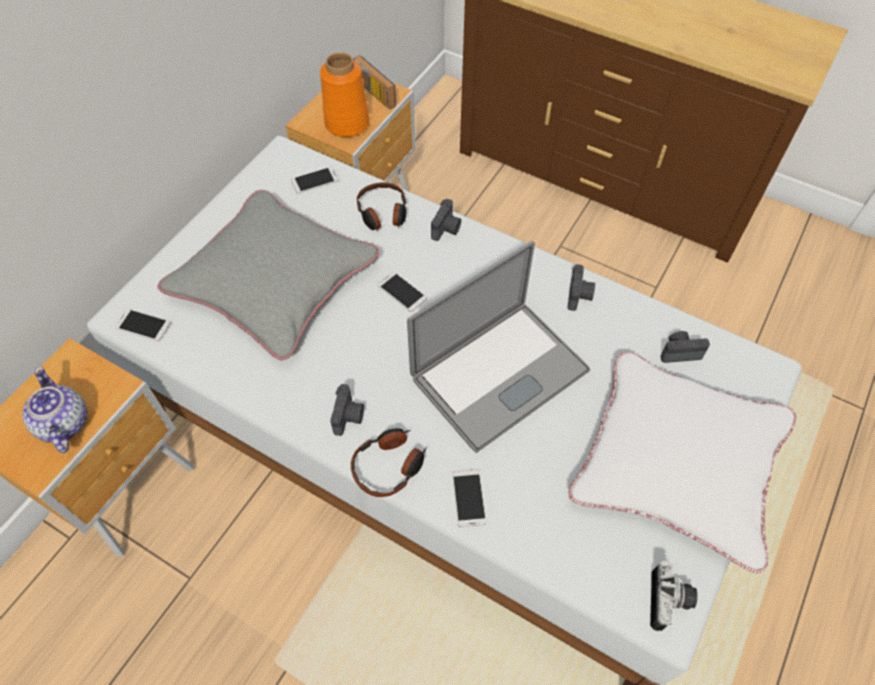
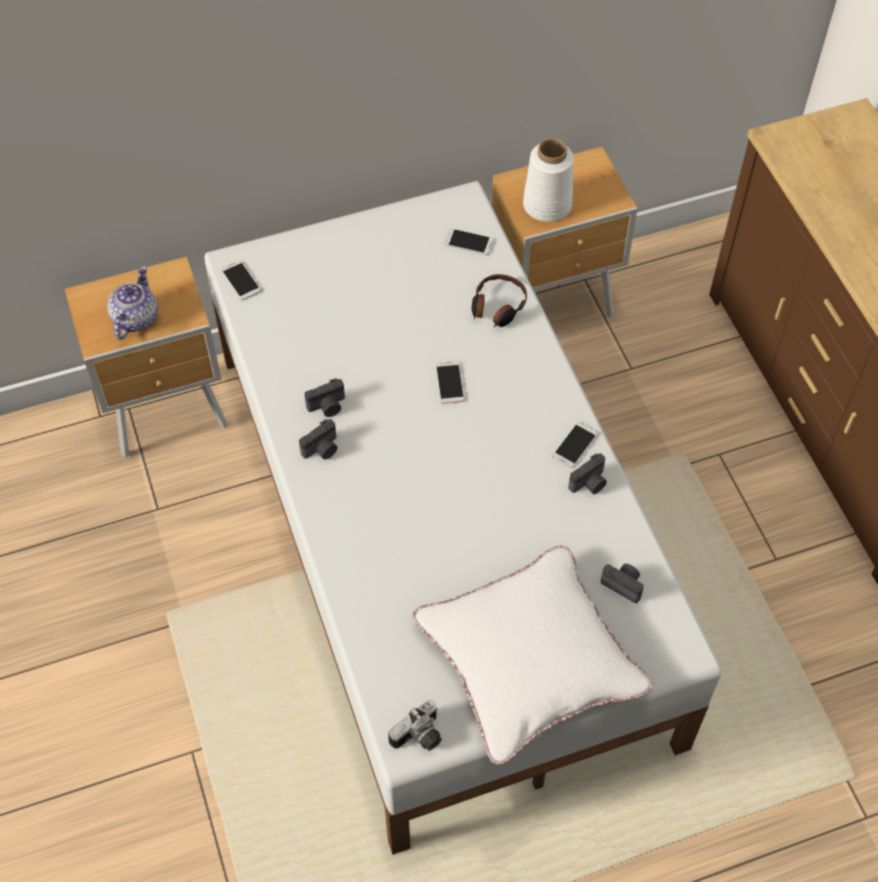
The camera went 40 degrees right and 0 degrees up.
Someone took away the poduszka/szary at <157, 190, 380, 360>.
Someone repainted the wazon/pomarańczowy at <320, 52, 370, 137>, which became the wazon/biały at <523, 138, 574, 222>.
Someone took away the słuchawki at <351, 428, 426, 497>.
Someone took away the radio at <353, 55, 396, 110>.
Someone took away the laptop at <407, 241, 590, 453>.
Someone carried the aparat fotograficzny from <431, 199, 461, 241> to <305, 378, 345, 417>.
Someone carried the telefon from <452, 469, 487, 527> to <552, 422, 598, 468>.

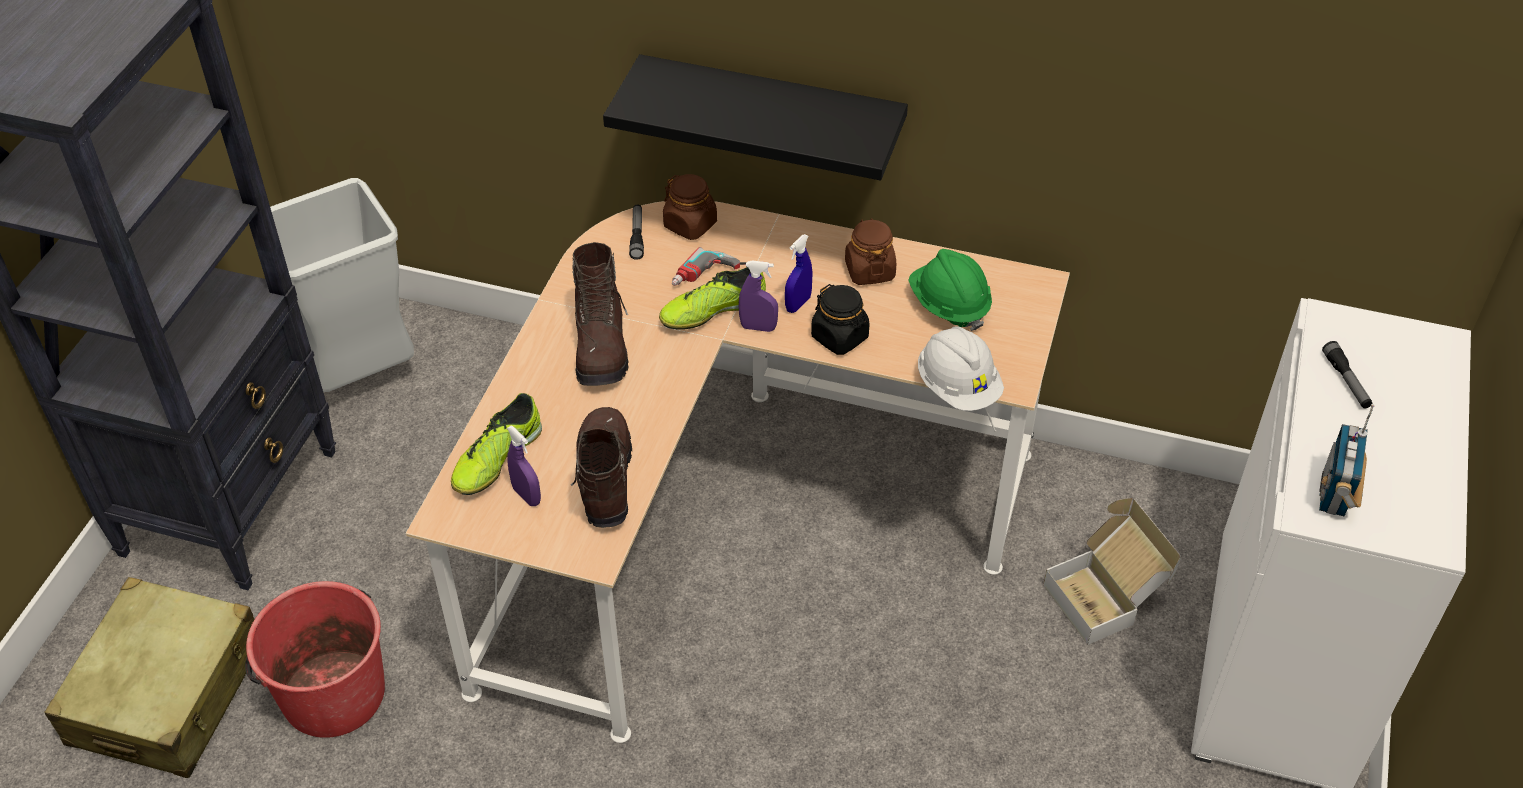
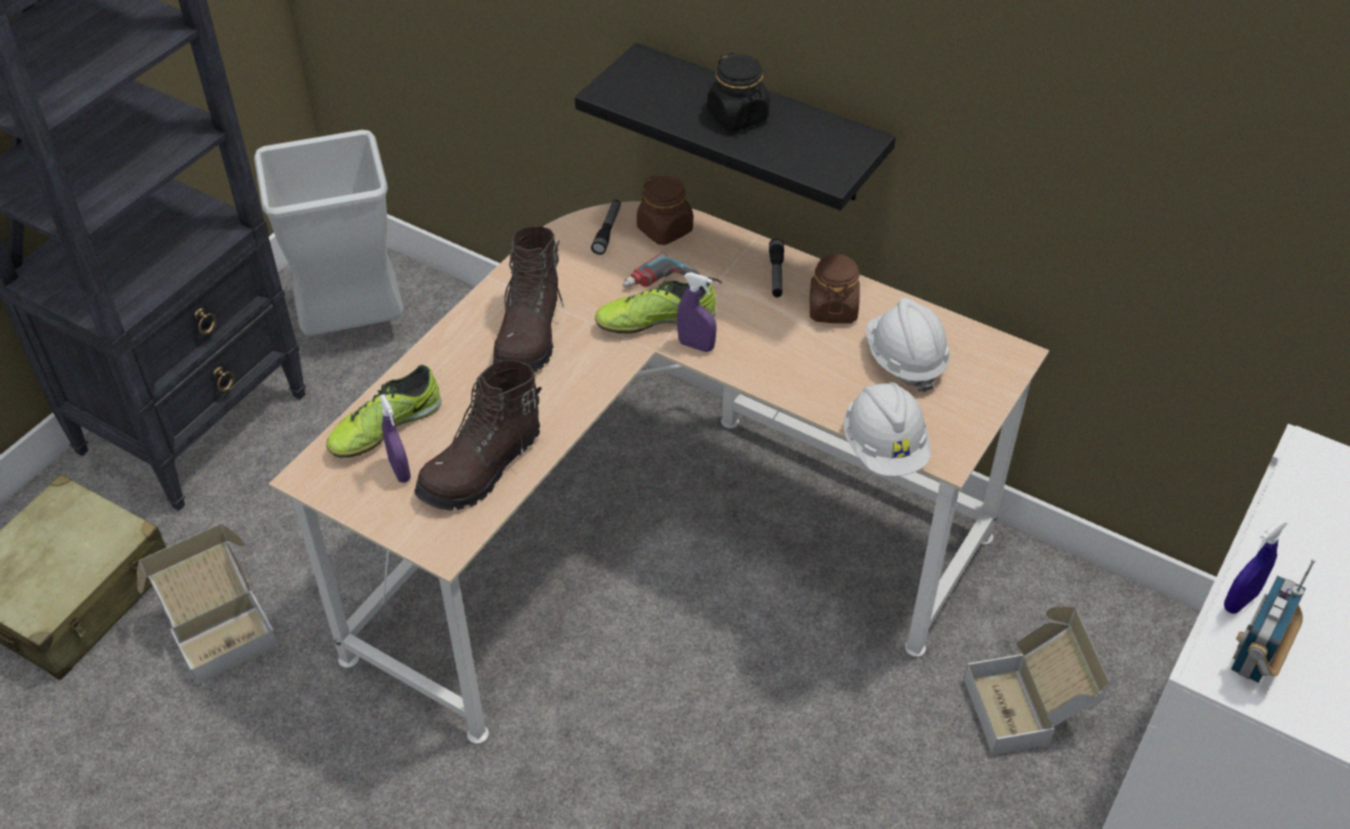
The camera went 15 degrees right and 0 degrees up.
Someone swapped the wiadro/czerwony at <245, 581, 385, 738> for the karton at <137, 523, 279, 685>.
Someone rotated the but z cholewką/brązowy at <571, 407, 632, 528> by 150 degrees counterclockwise.
Someone carried the spryskiwacz/niebieski from <785, 234, 813, 313> to <1224, 519, 1288, 614>.
Someone carried the słoik/czarny from <811, 284, 869, 355> to <707, 52, 770, 131>.
Someone repainted the kask/zielony at <908, 249, 992, 331>, which became the kask/biały at <866, 298, 950, 392>.
Someone carried the latarka from <1322, 341, 1372, 408> to <769, 239, 784, 297>.

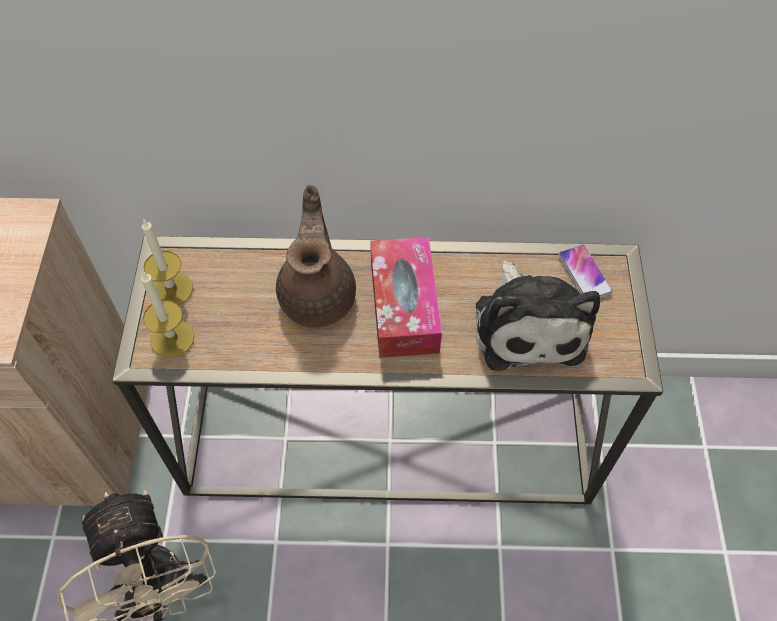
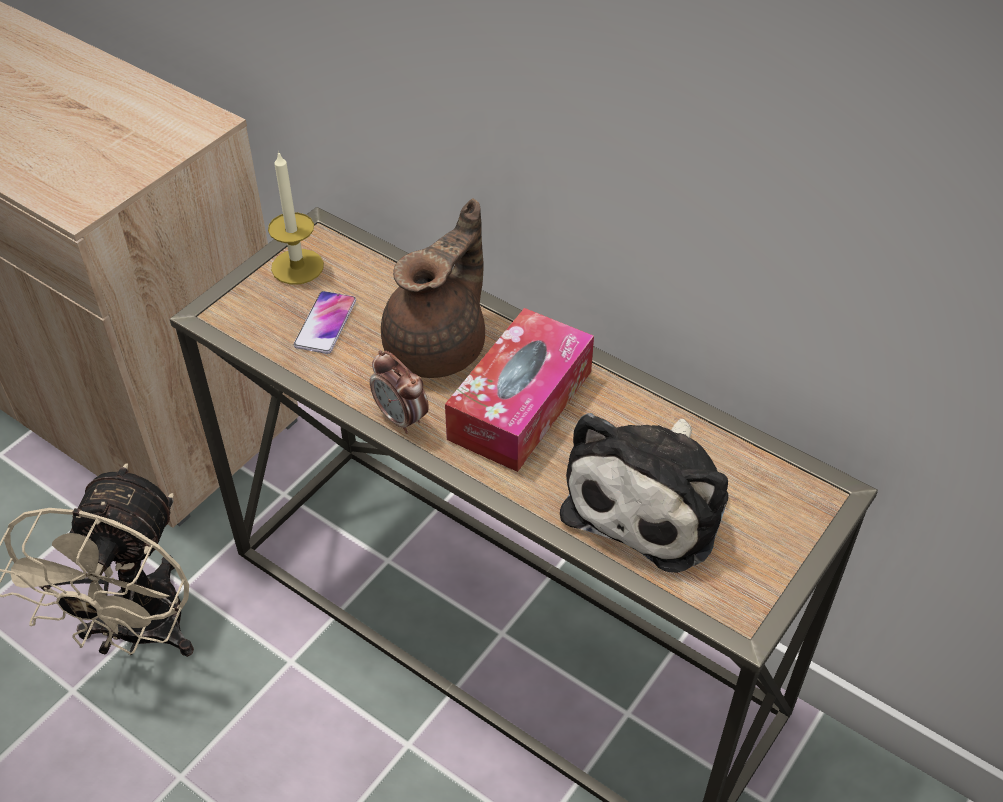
The camera went 35 degrees right and 10 degrees down.
Someone took away the świeca at <141, 271, 195, 358>.
Someone carried the telefon from <559, 245, 613, 298> to <294, 291, 356, 354>.
Someone put down the budzik at <370, 350, 429, 434>.

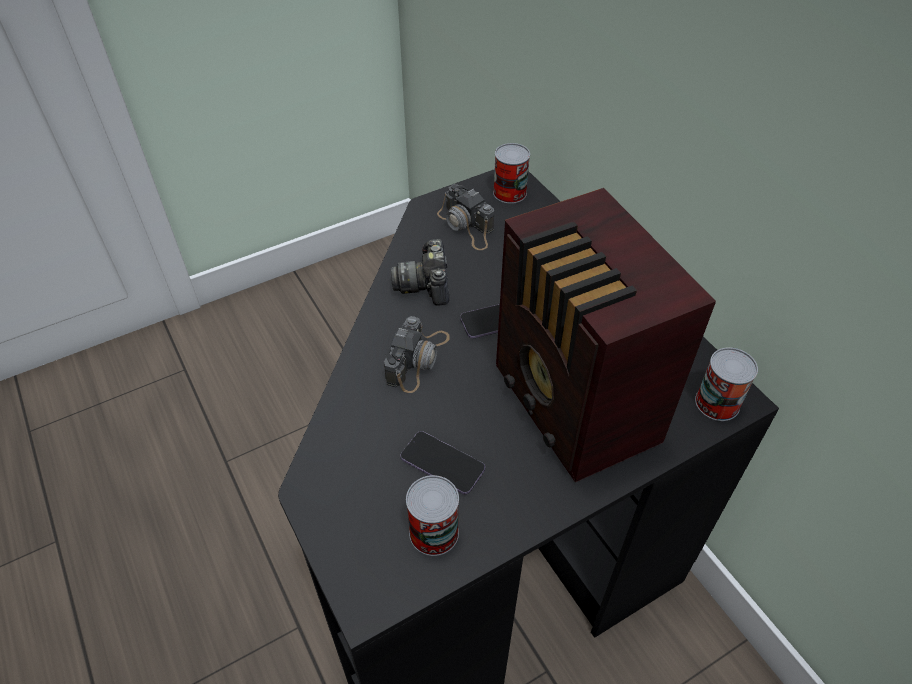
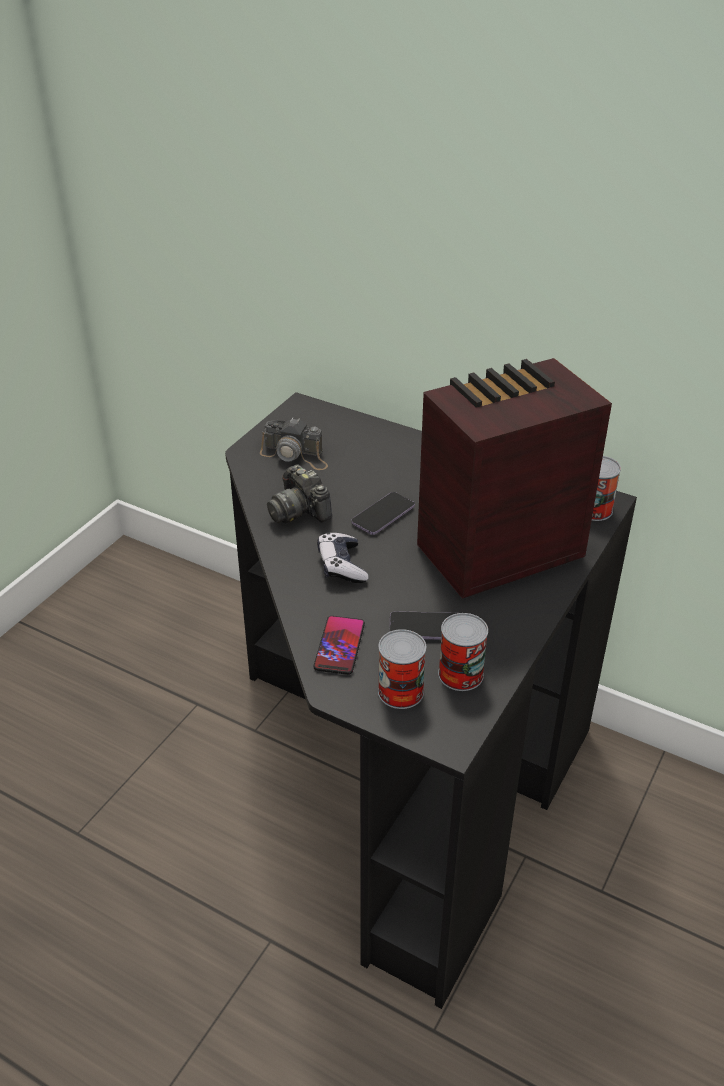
The camera went 30 degrees left and 10 degrees down.
Someone swapped the aparat fotograficzny at <384, 316, 450, 393> for the pad do gier at <317, 532, 368, 583>.
Someone carried the puszka from <493, 143, 530, 204> to <378, 629, 426, 709>.
Someone rotated the radio at <496, 188, 716, 482> by 120 degrees clockwise.
Someone put down the telefon at <314, 616, 365, 675>.

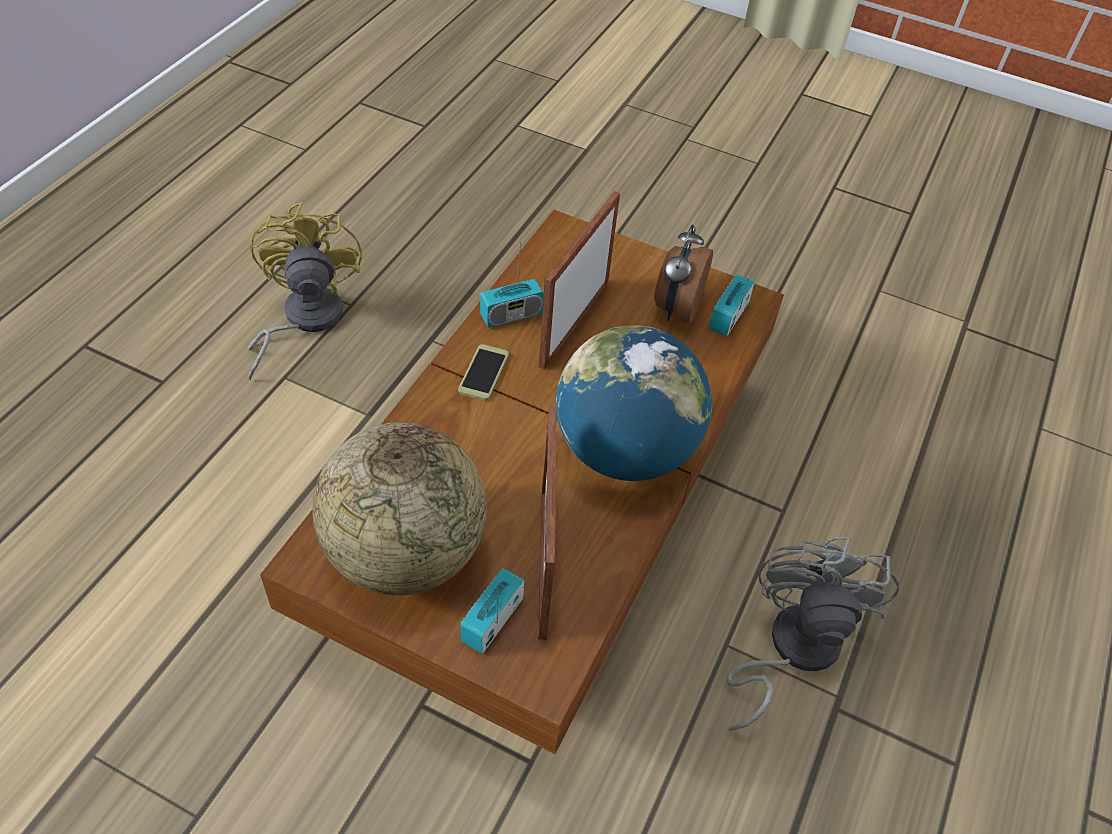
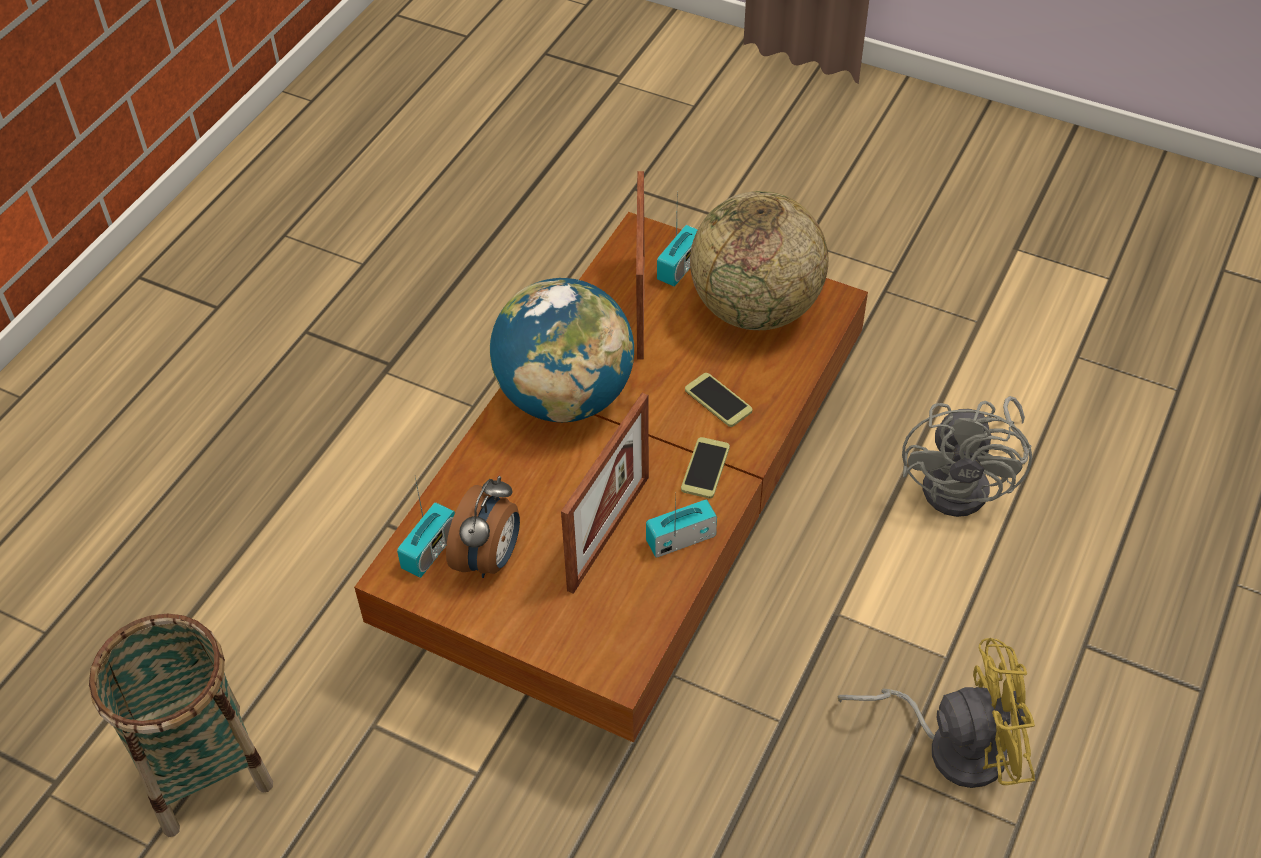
The camera went 175 degrees left and 0 degrees up.
Someone rotated the wentylator/żółty at <247, 202, 362, 380> by 90 degrees counterclockwise.
Someone carried the wentylator/szary from <727, 536, 899, 730> to <902, 396, 1032, 517>.
Someone put down the koszyk at <89, 614, 273, 837>.
Someone put down the telefon at <685, 373, 752, 427>.

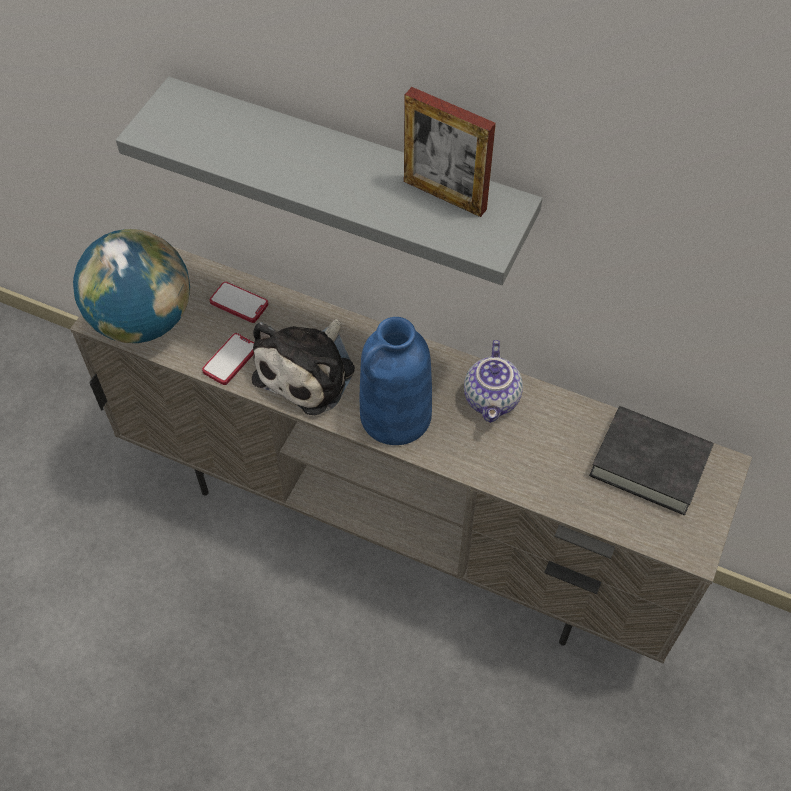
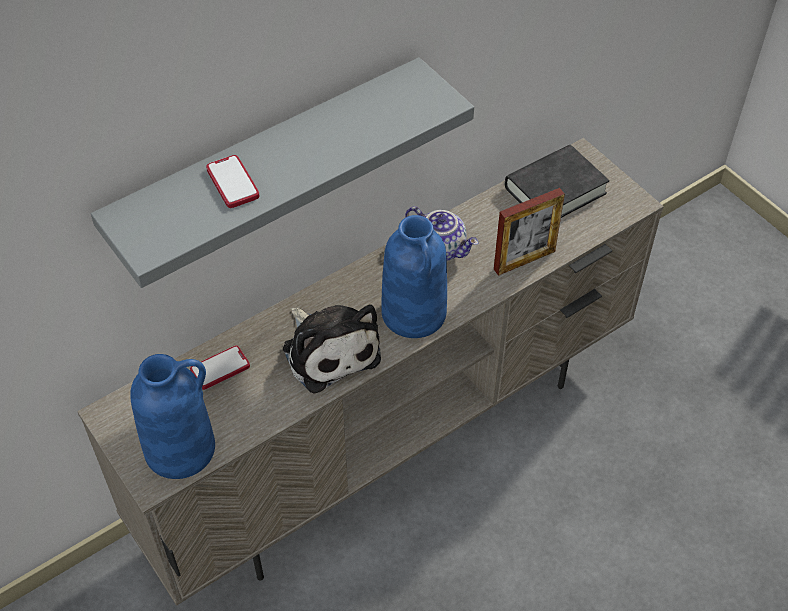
The camera went 60 degrees left and 5 degrees down.
Someone swapped the globus at <73, 229, 190, 343> for the wazon/niebieski at <130, 354, 215, 479>.
Someone carried the telefon from <202, 333, 254, 385> to <206, 155, 260, 208>.
Someone carried the ramka na zdjęcie from <404, 87, 496, 217> to <494, 188, 565, 276>.

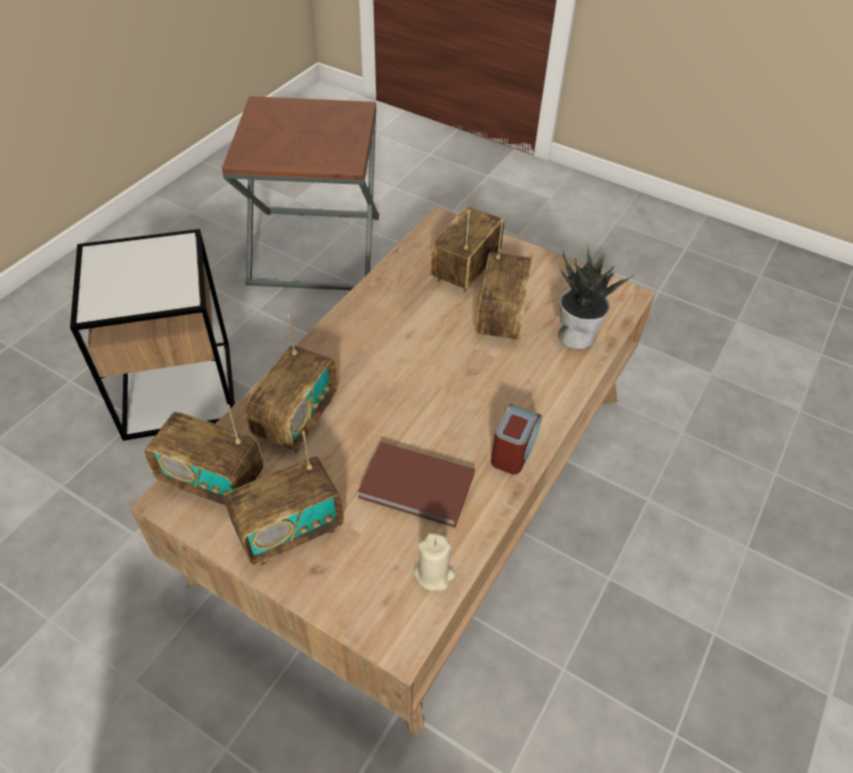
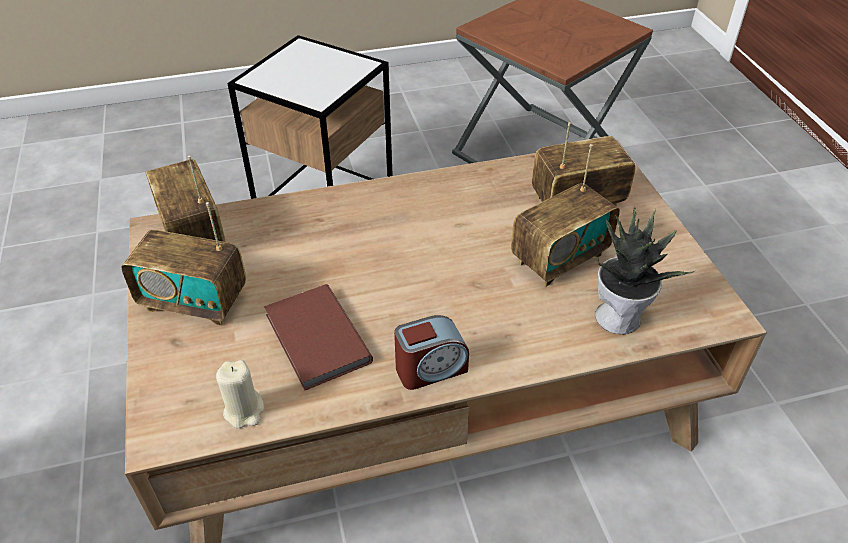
The camera went 45 degrees right and 5 degrees down.
Someone took away the radio at <245, 315, 337, 453>.

